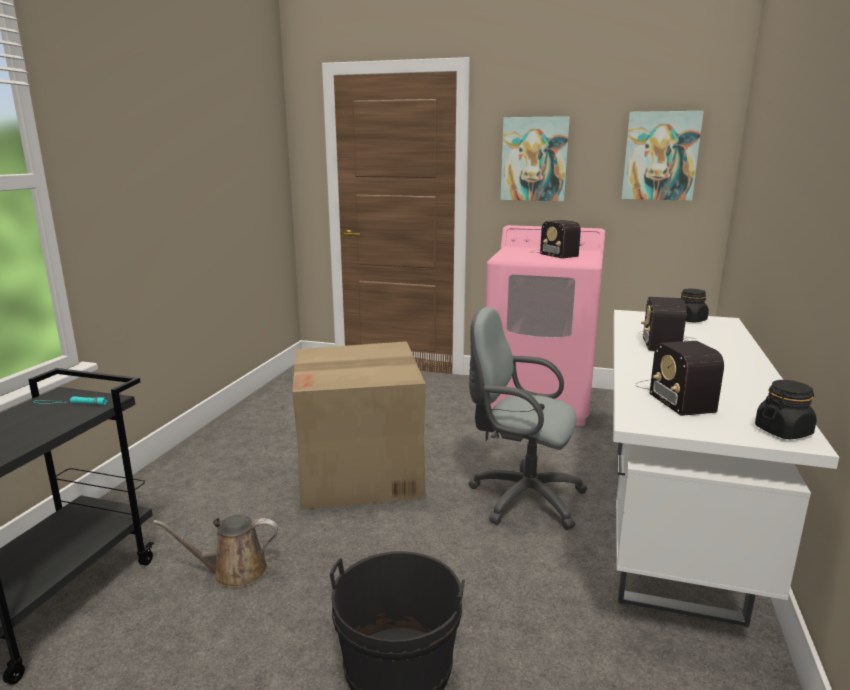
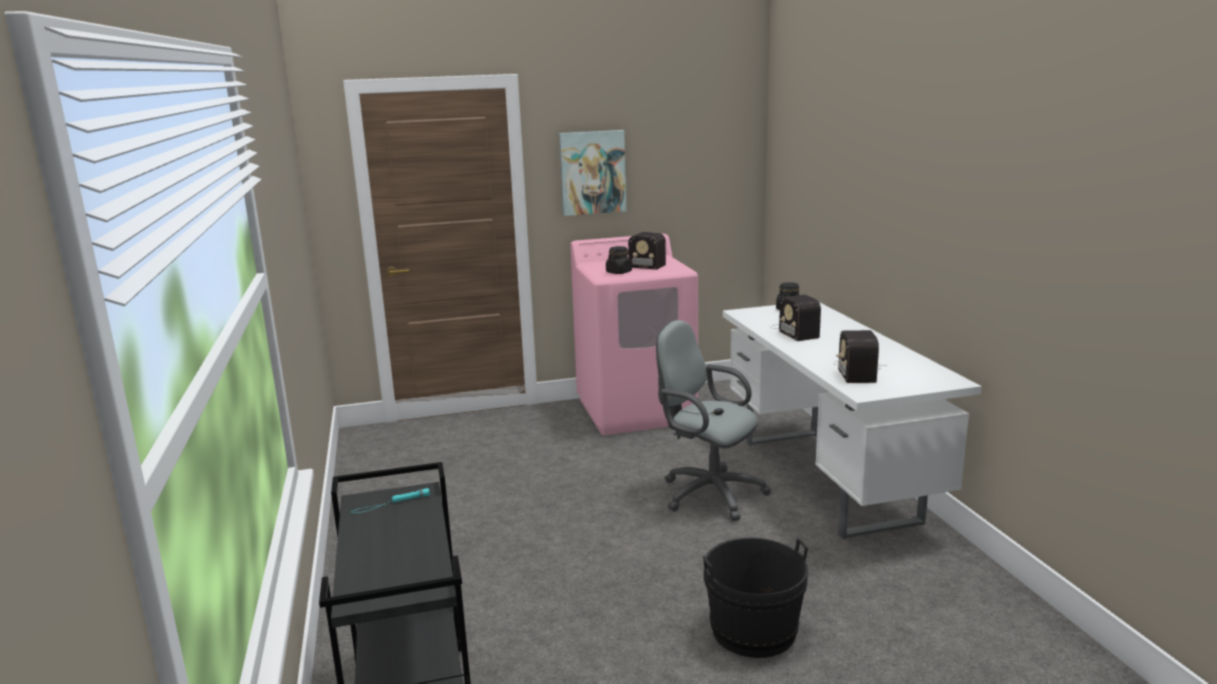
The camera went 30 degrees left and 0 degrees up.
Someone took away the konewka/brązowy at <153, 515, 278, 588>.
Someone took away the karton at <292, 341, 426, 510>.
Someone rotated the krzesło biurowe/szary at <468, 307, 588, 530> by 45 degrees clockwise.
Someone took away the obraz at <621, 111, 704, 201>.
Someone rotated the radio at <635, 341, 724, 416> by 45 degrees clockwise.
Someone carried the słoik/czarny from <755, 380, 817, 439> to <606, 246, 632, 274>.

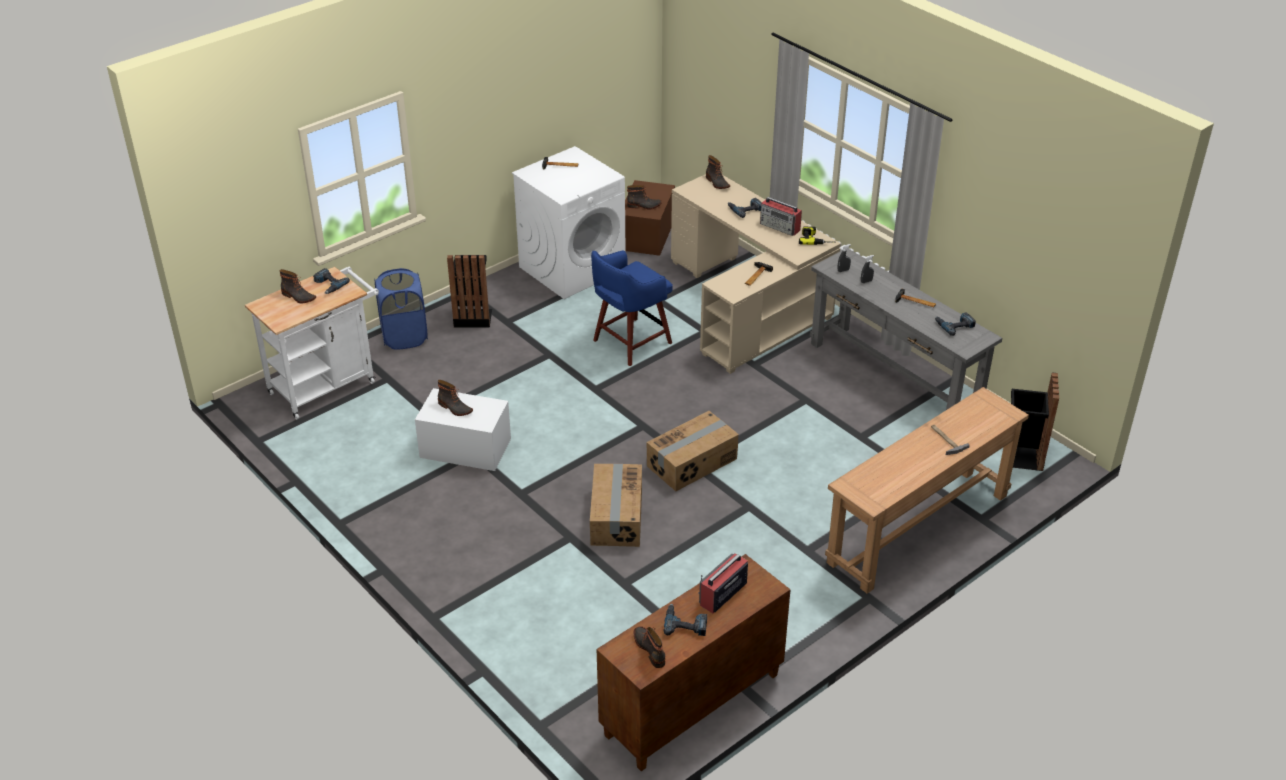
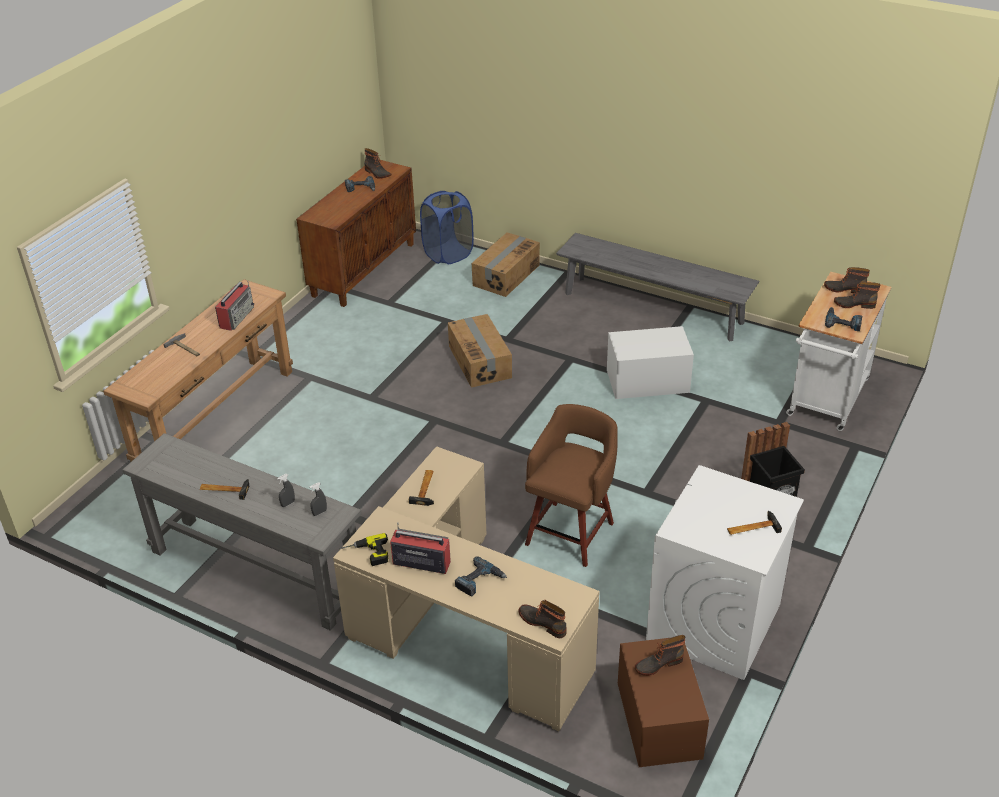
The camera went 160 degrees right and 0 degrees up.
Someone carried the kosz na pranie/niebieski from <374, 268, 428, 350> to <420, 191, 474, 264>.
Someone carried the but z cholewką from <438, 380, 473, 416> to <824, 267, 870, 293>.
Someone repainted the stołek/niebieski at <591, 251, 673, 366>, which became the stołek/brązowy at <525, 404, 617, 567>.
Someone carried the karton from <647, 411, 739, 491> to <472, 233, 540, 297>.
Someone carried the radio from <698, 553, 748, 613> to <215, 281, 254, 331>.
Someone took away the wiertarka at <935, 312, 976, 336>.
Someone took away the kosz na śmieci/czarny at <1011, 373, 1059, 471>.
Someone put down the ławka/szary at <556, 233, 760, 341>.

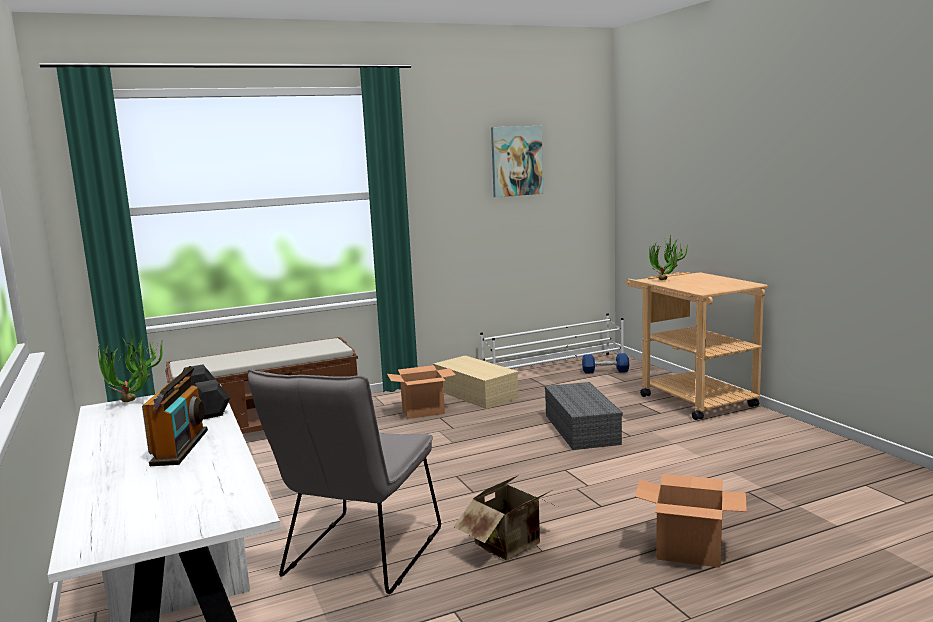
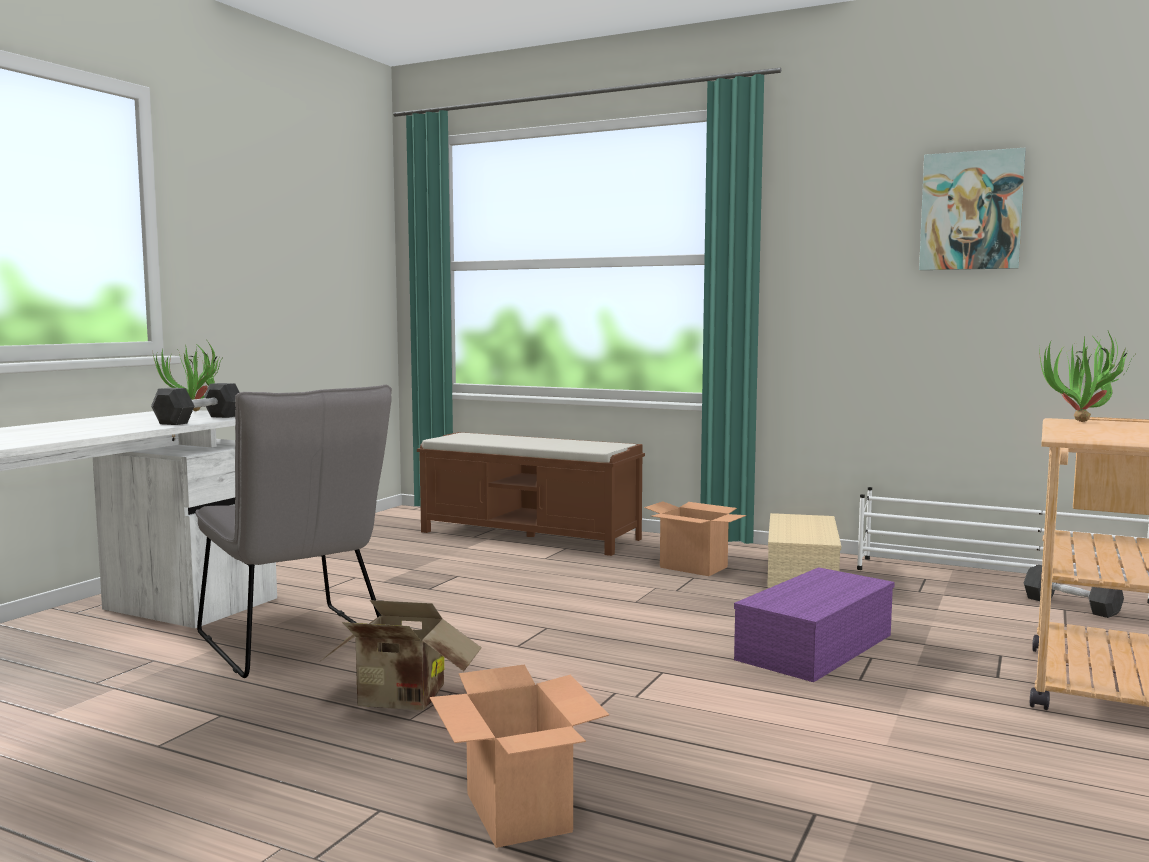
The camera went 50 degrees right and 5 degrees down.
Someone took away the radio at <142, 366, 208, 466>.
Someone rotated the krzesło/szary at <248, 369, 441, 594> by 105 degrees counterclockwise.
Someone repainted the pojemnik do przechowywania/szary at <545, 382, 623, 450>, which became the pojemnik do przechowywania/fioletowy at <734, 567, 895, 682>.
Someone repainted the hantel/niebieski at <582, 353, 629, 373>, which became the hantel/czarny at <1024, 565, 1124, 618>.

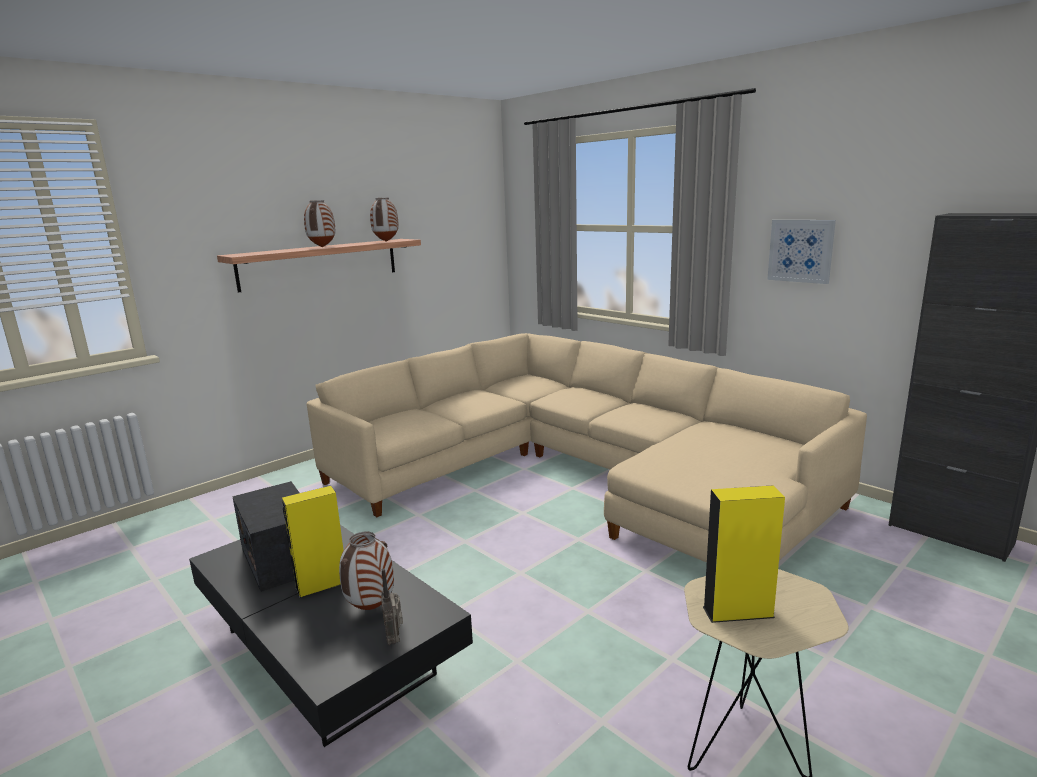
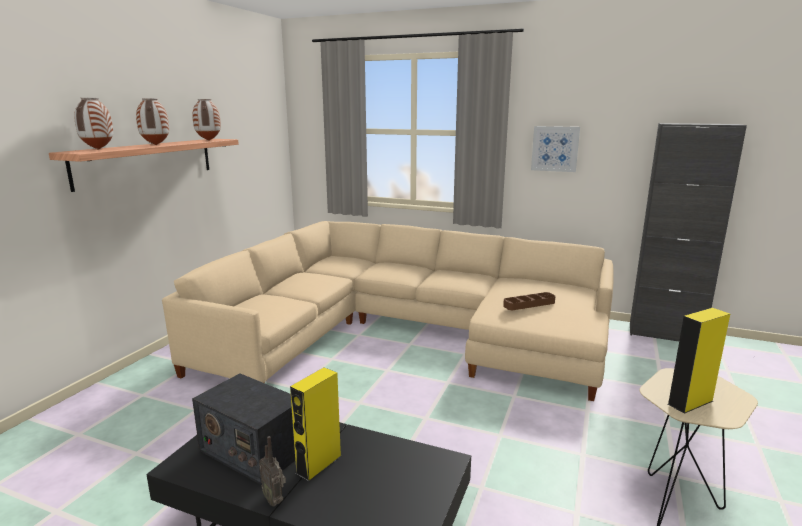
The camera went 25 degrees left and 0 degrees up.
Someone carried the wazon from <339, 531, 394, 610> to <75, 98, 113, 150>.
Someone carried the radio from <381, 569, 403, 646> to <259, 436, 286, 506>.
Someone put down the taca/brązowy at <503, 292, 555, 310>.

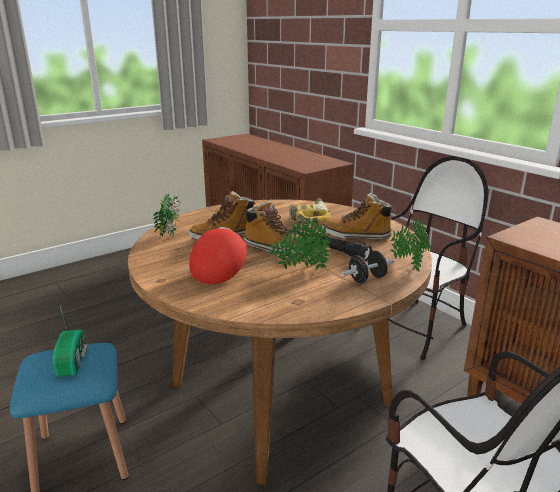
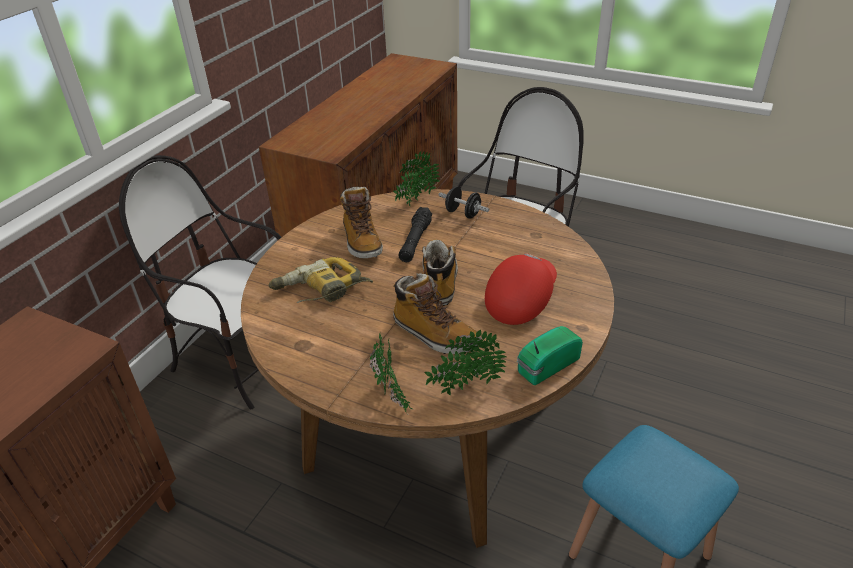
The camera went 115 degrees left and 15 degrees up.
Someone carried the radio from <53, 306, 88, 377> to <517, 326, 583, 385>.
Someone rotated the czapka z daszkiem/czerwony at <189, 227, 247, 284> by 135 degrees clockwise.
Someone carried the roślina doniczkowa from <269, 219, 330, 270> to <370, 333, 412, 415>.

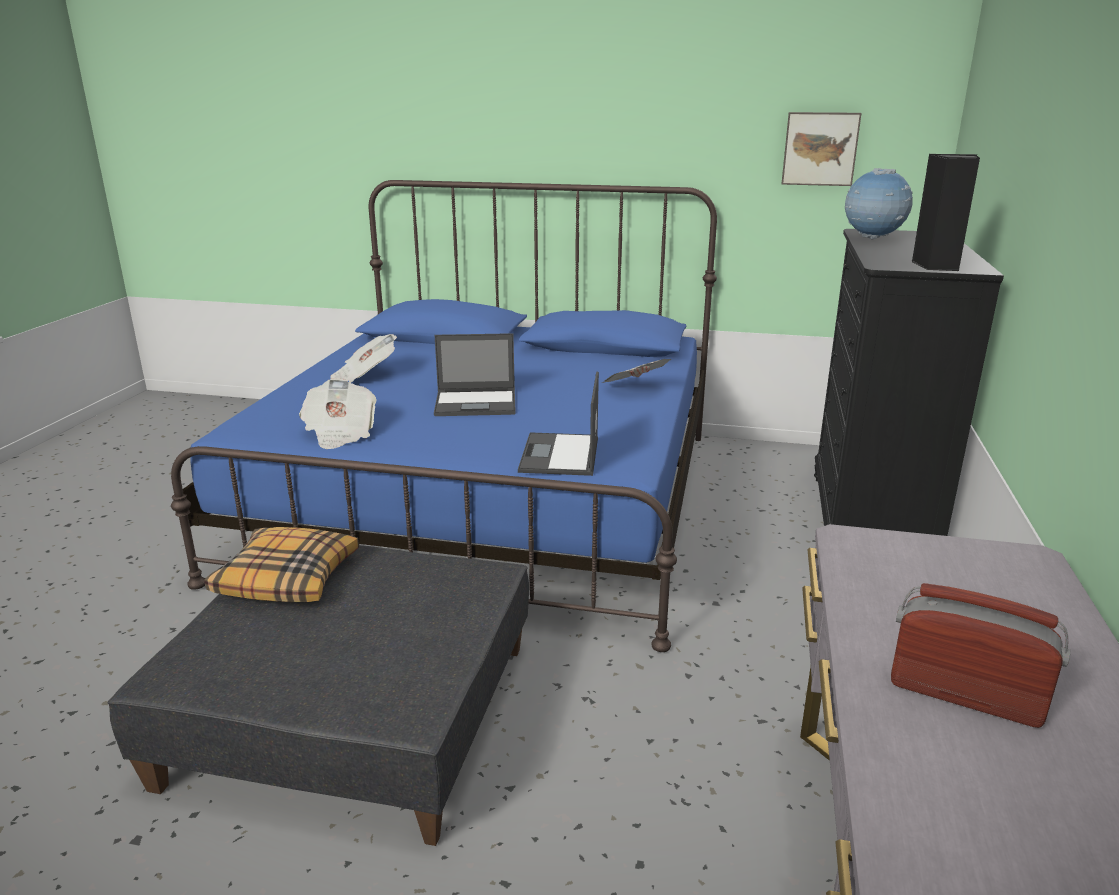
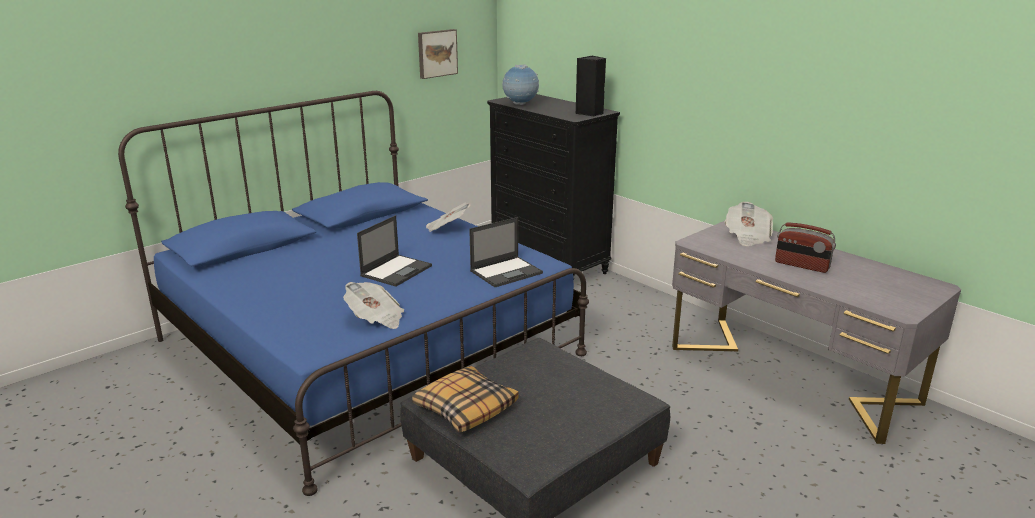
The camera went 55 degrees left and 0 degrees up.
Someone carried the gazeta from <330, 334, 397, 383> to <725, 202, 773, 246>.
Someone rotated the laptop at <518, 371, 599, 476> by 75 degrees counterclockwise.
Someone rotated the radio at <891, 583, 1071, 728> by 120 degrees counterclockwise.

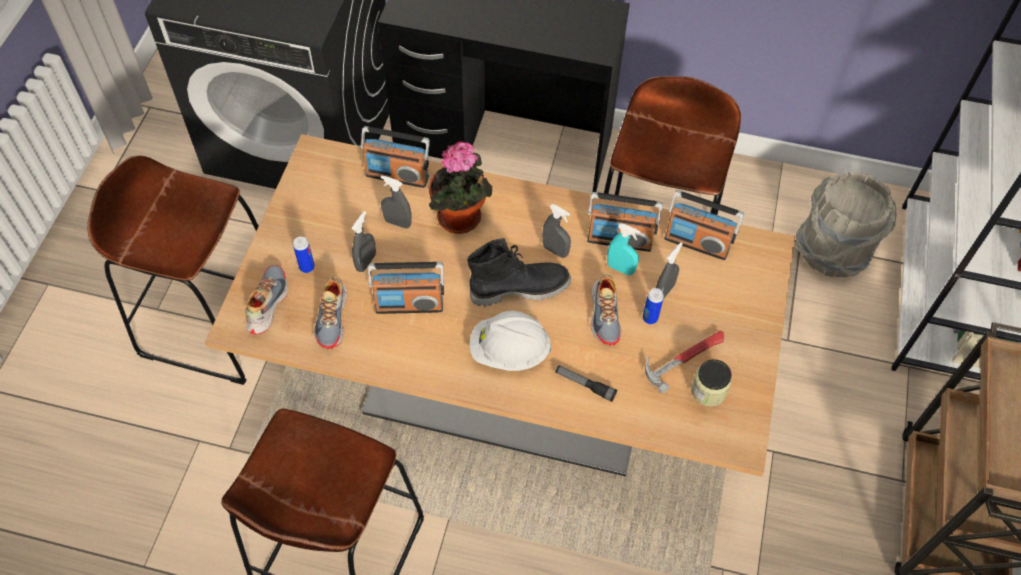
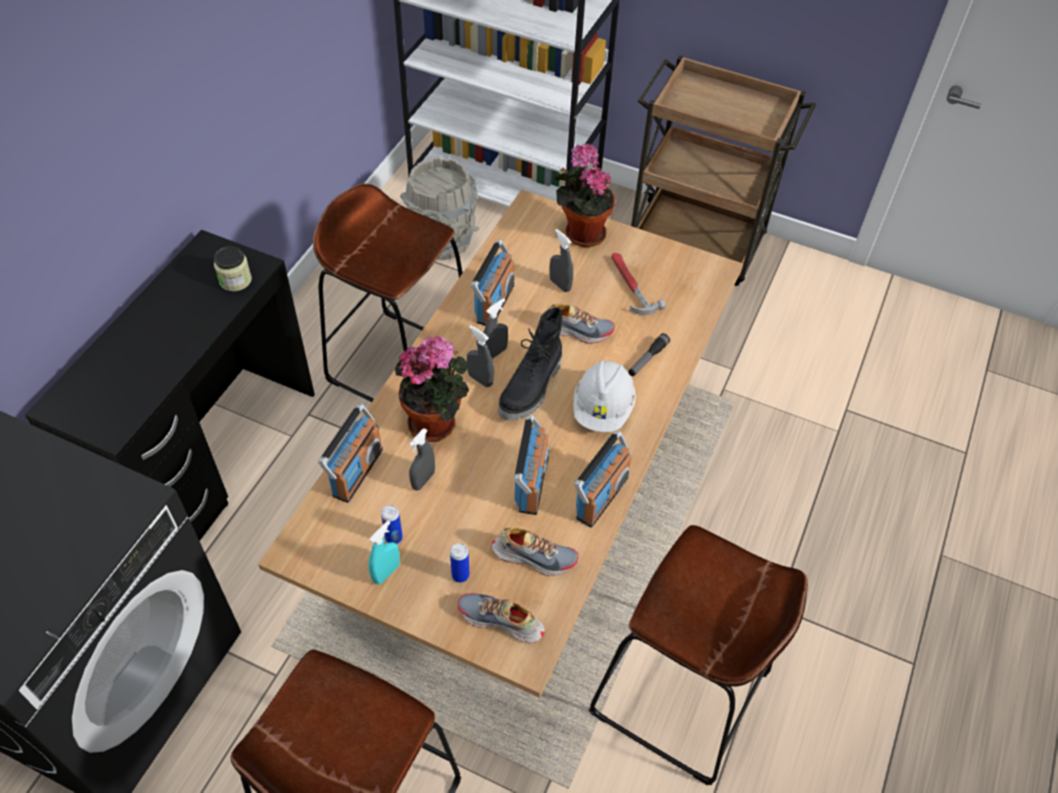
The camera went 80 degrees left and 5 degrees down.
Someone carried the spryskiwacz/szary from <352, 211, 376, 272> to <467, 325, 494, 387>.
Someone rotated the but z cholewką/czarny at <467, 238, 571, 307> by 150 degrees counterclockwise.
Someone carried the spryskiwacz/turkusowy from <607, 223, 641, 275> to <369, 520, 400, 584>.
Someone carried the puszka from <643, 288, 664, 324> to <381, 505, 403, 544>.
Someone carried the radio from <664, 190, 744, 260> to <574, 430, 631, 528>.
Someone carried the słoik from <691, 359, 732, 407> to <214, 246, 252, 291>.
Someone put down the roślina doniczkowa at <554, 144, 615, 247>.

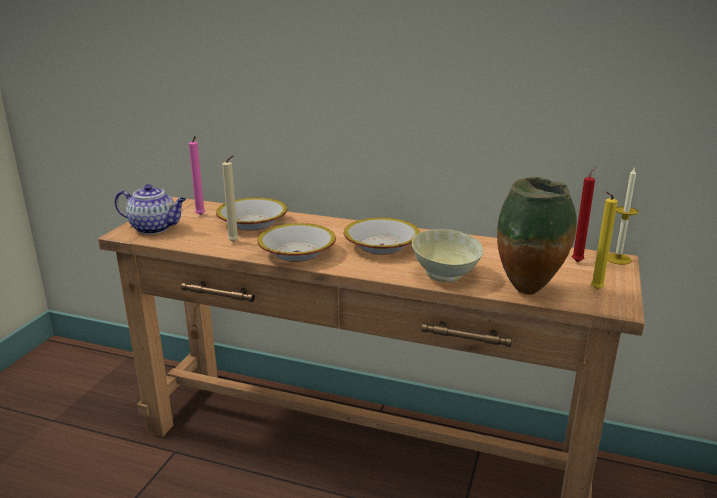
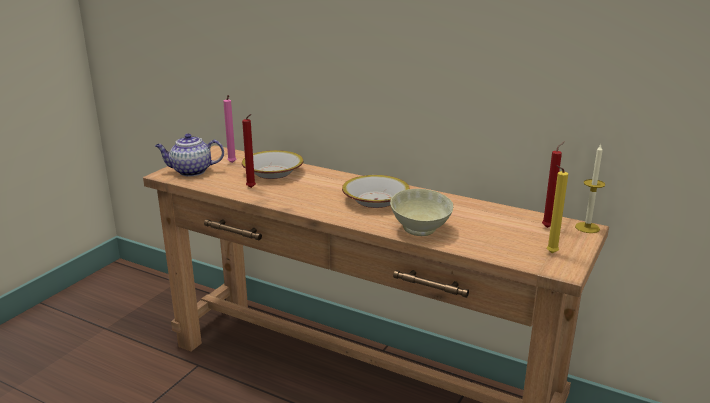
The camera went 10 degrees right and 0 degrees up.
Someone rotated the imbryk at <115, 184, 186, 234> by 150 degrees clockwise.
Someone repainted the świeca/beżowy at <222, 155, 239, 242>, which became the świeca/czerwony at <242, 114, 256, 188>.
Someone took away the miska at <257, 223, 336, 262>.
Someone took away the wazon at <497, 177, 577, 295>.

